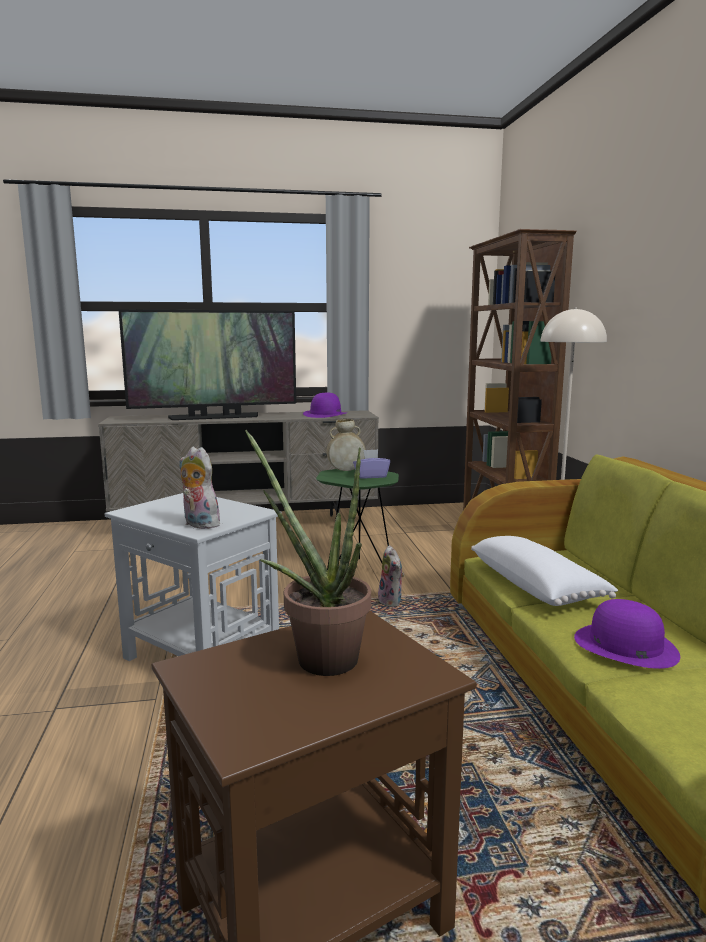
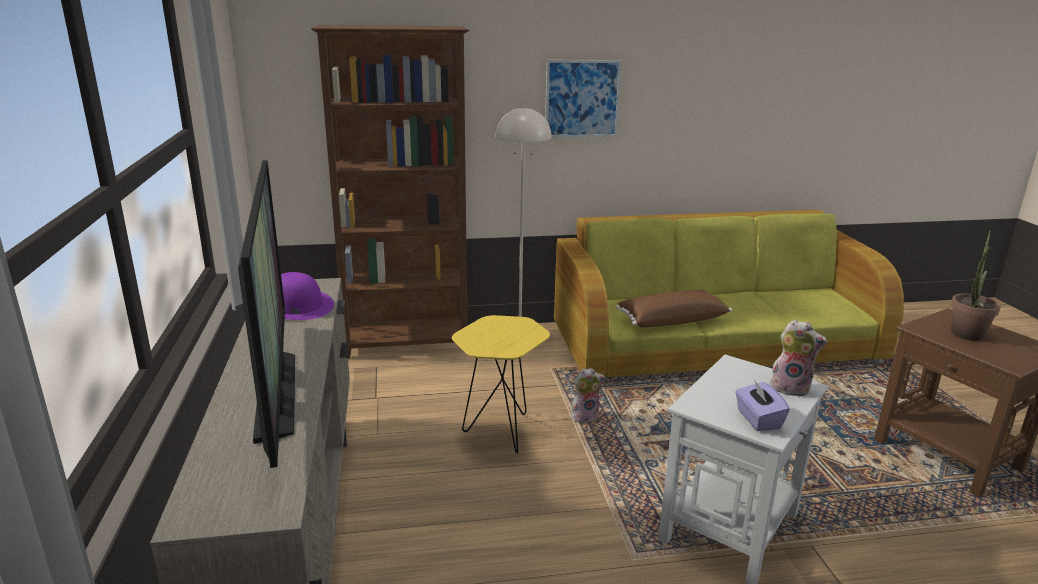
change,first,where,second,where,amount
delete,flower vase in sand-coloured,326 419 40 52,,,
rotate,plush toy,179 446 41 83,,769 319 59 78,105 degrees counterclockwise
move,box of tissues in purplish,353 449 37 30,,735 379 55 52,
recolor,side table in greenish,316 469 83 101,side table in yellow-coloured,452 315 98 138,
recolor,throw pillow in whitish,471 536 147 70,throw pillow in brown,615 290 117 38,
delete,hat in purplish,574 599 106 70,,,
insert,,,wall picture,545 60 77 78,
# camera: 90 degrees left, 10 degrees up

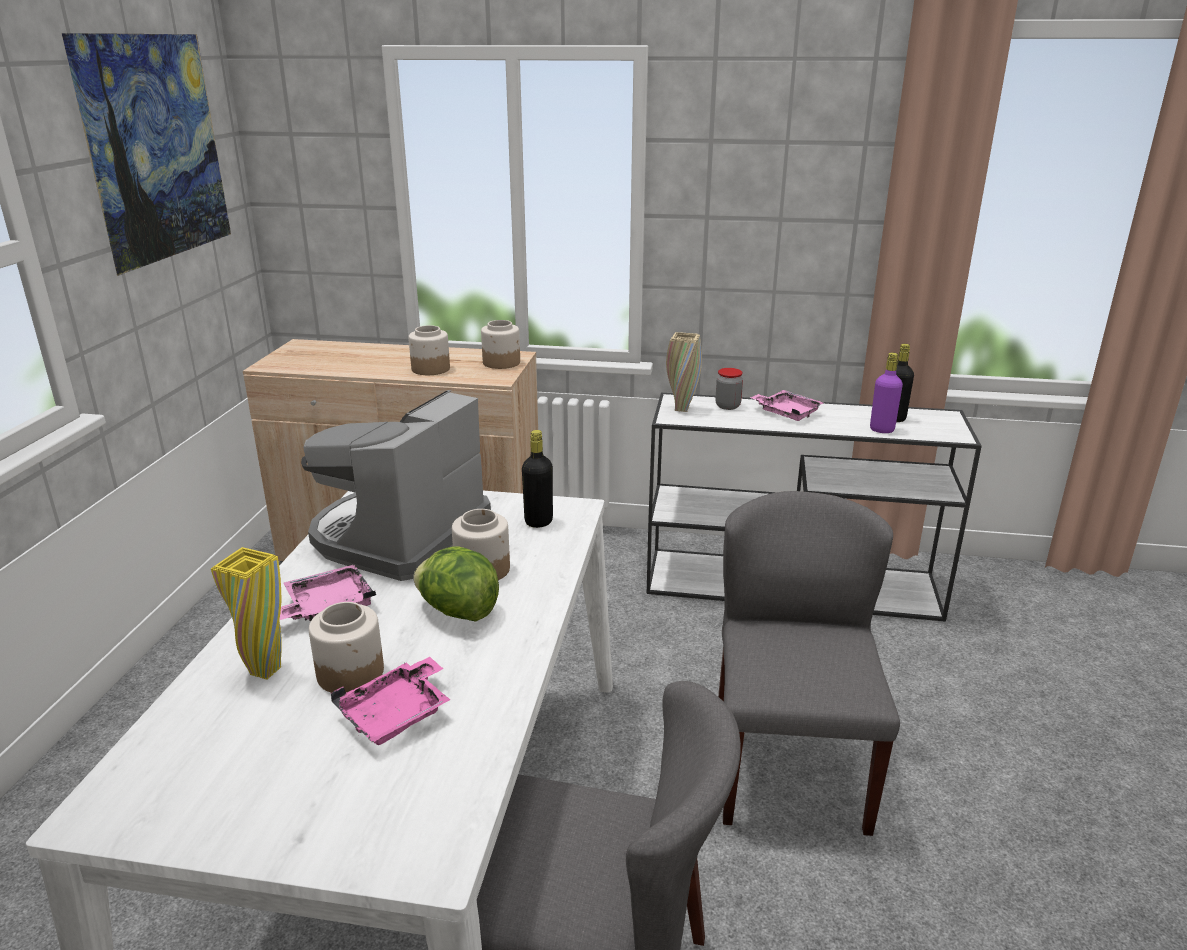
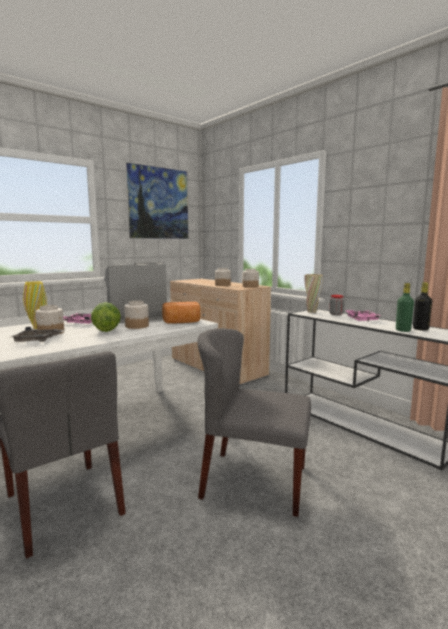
change,first,where,second,where,amount
recolor,beverage bottle in purplish,870 353 33 80,beverage bottle in greenish,396 283 18 49,
replace,beverage bottle in black,522 430 31 98,bakery bread,162 302 38 21,
rotate,plain chair in grey,718 491 182 345,,197 328 114 189,120 degrees counterclockwise
recolor,serving tray in pink,331 657 119 88,serving tray in grey,11 327 54 15,
# camera: 40 degrees right, 15 degrees down

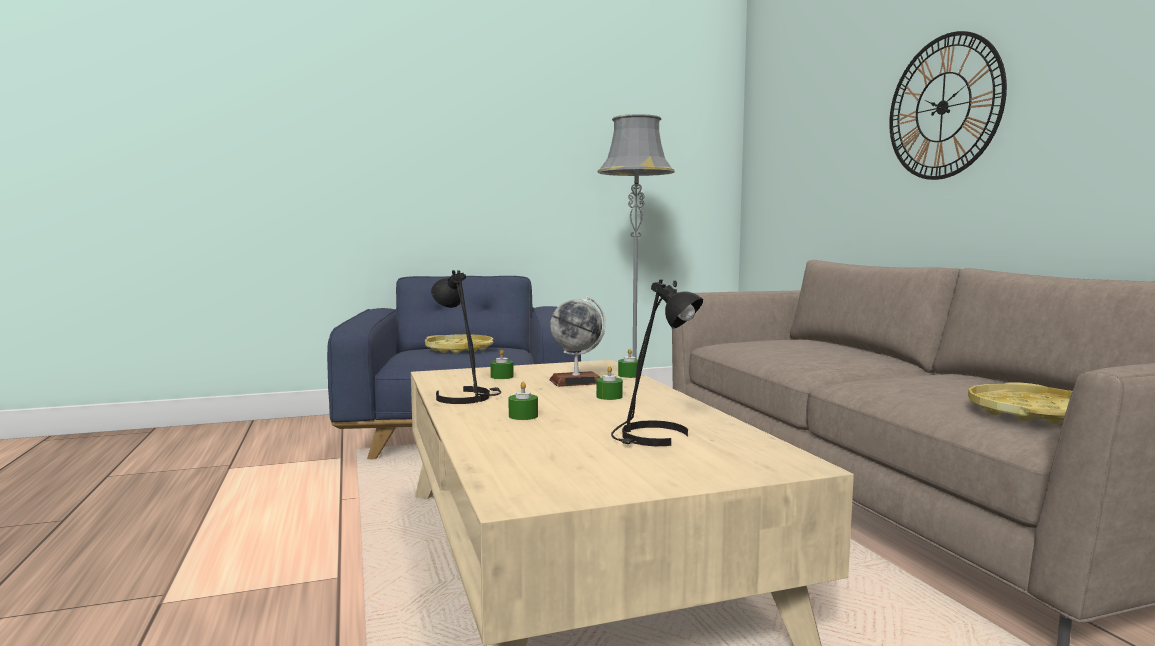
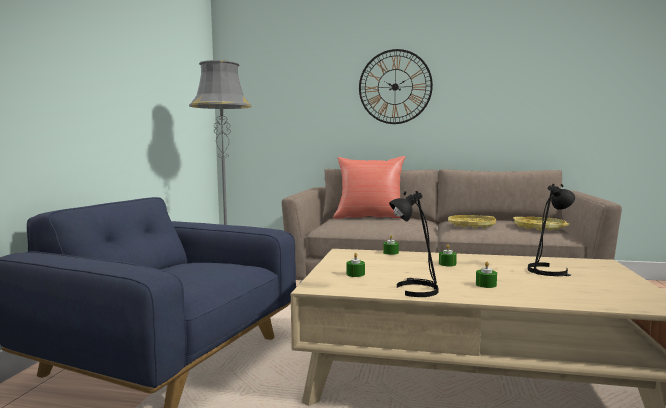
change,first,where,second,where,amount
delete,globe,550 296 56 91,,,
move,serving tray in yellow-coloured,425 334 68 20,,448 215 48 13,
insert,,,throw pillow in red,333 156 73 63,
# camera: 60 degrees left, 0 degrees up

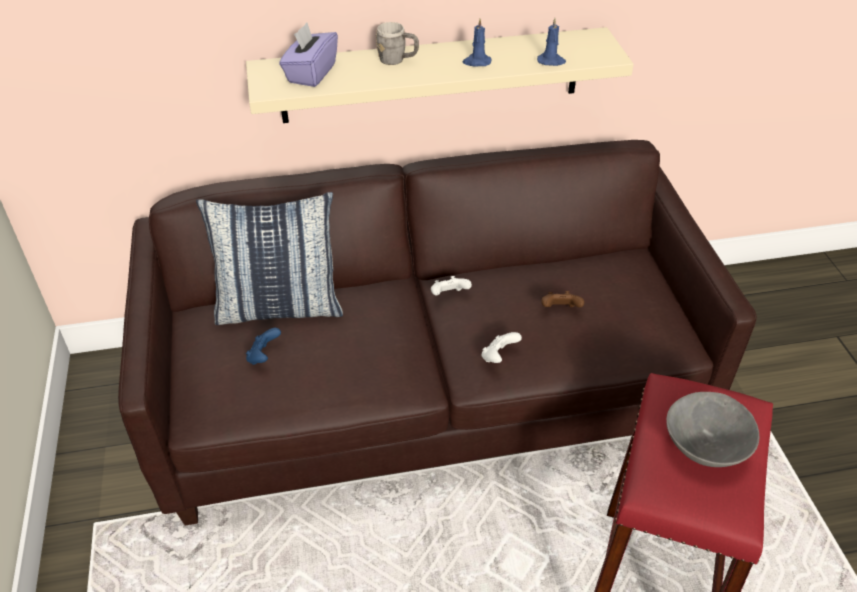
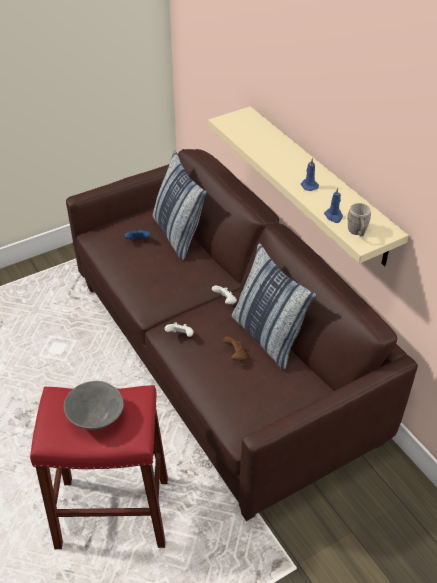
change,first,where,second,where,amount
move,mug in grey,376 22 43 43,,347 203 24 33,
delete,box of tissues in purplish,279 23 59 64,,,
insert,,,throw pillow,231 243 86 127,
# camera: 70 degrees right, 0 degrees up

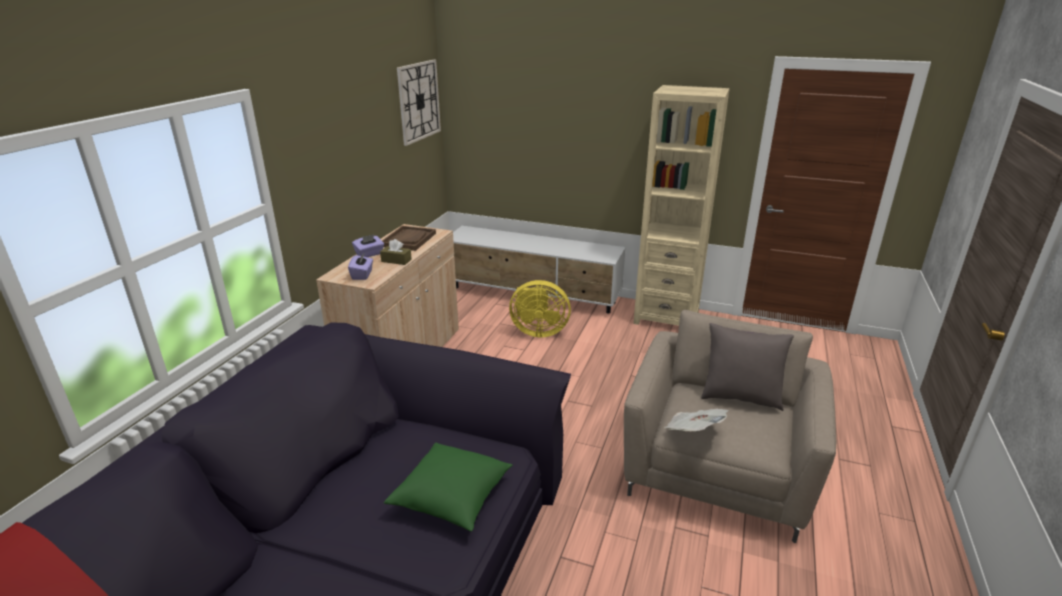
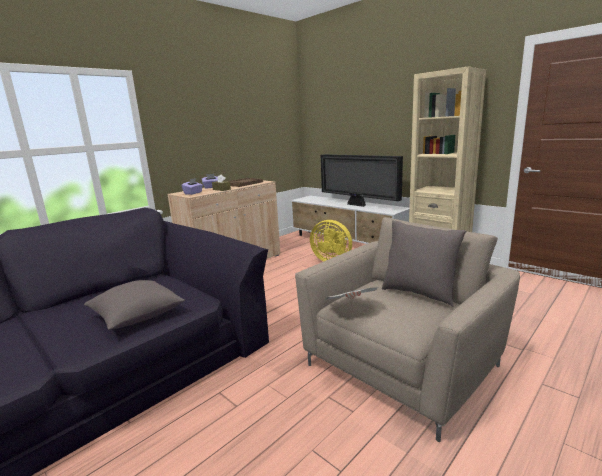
change,first,where,second,where,amount
delete,wall clock,397 60 44 86,,,
recolor,throw pillow in greenish,384 442 129 90,throw pillow in grey,84 280 101 50,
insert,,,TV set,321 154 82 53,
# camera: 25 degrees right, 10 degrees down

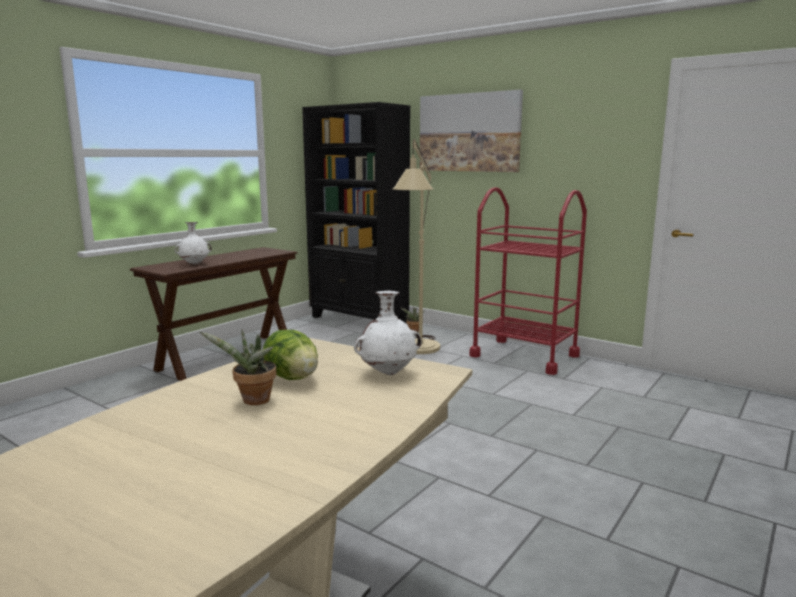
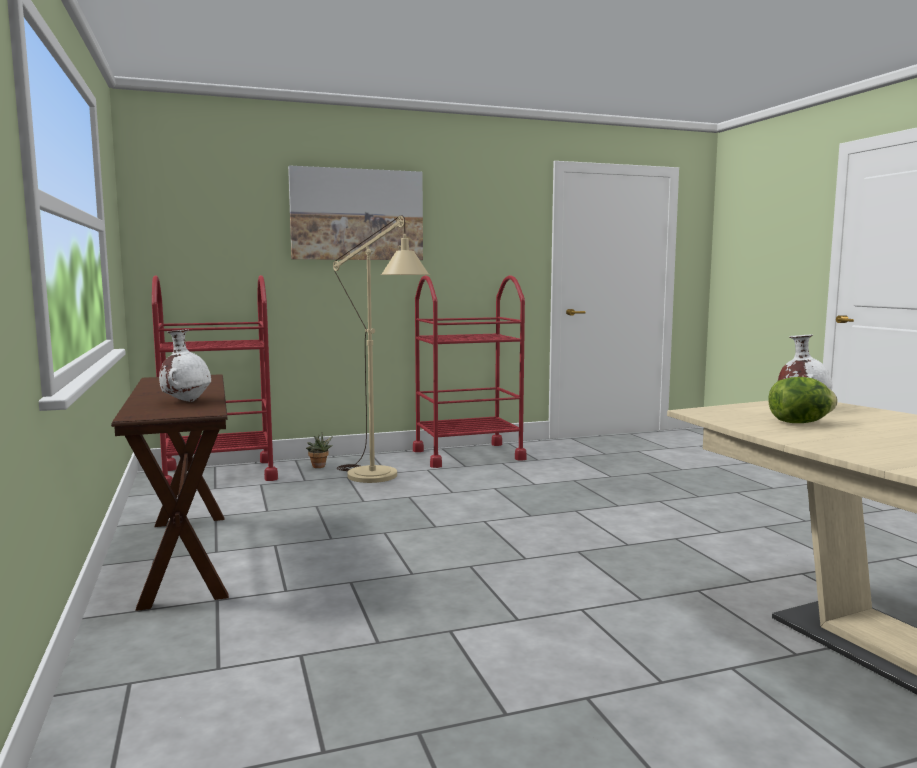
change,first,where,second,where,amount
replace,shelving unit in black,302 102 108 221,wheeled cart in red,152 275 126 210,
delete,potted plant,200 330 76 75,,,
# camera: 55 degrees left, 5 degrees down

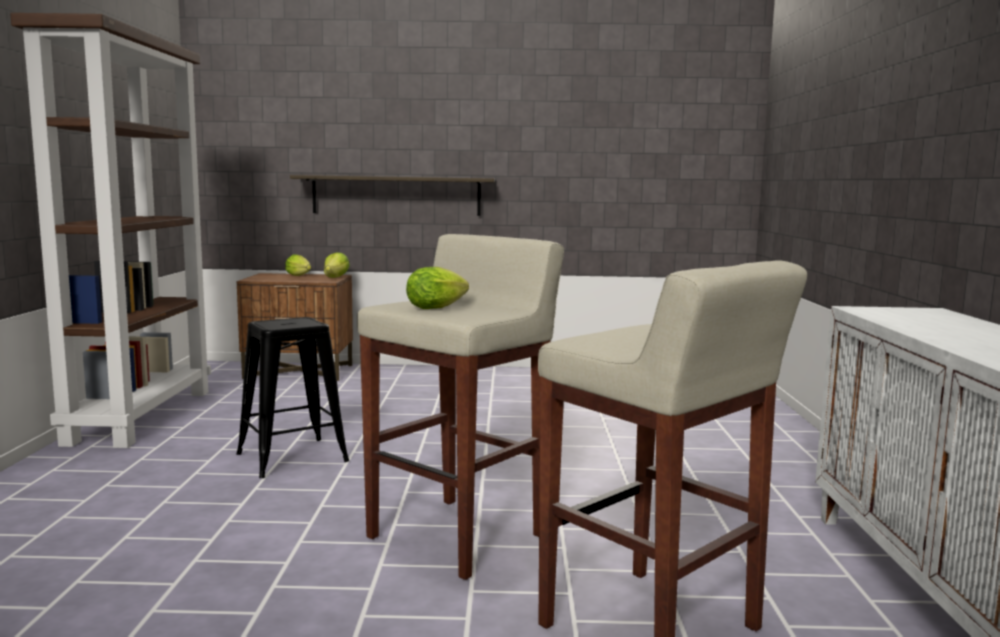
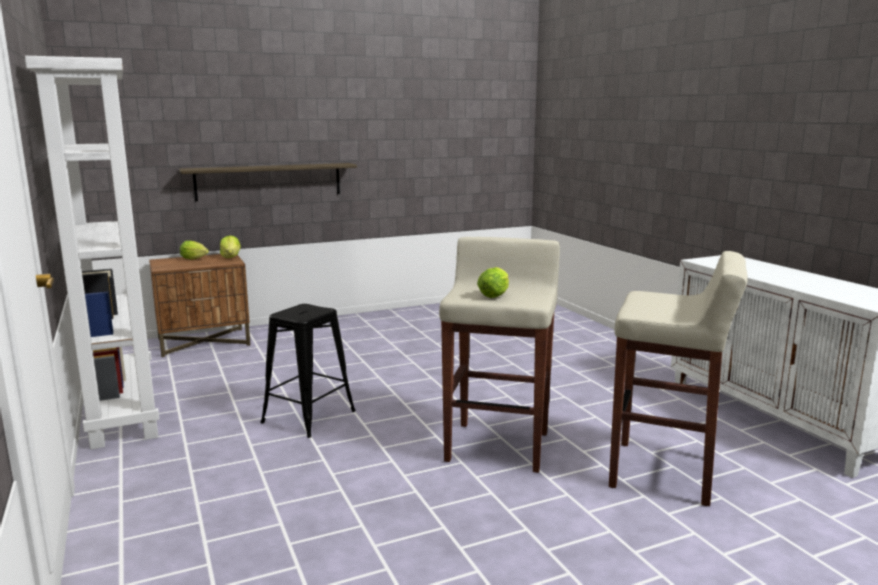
change,first,where,second,where,amount
recolor,shelving unit in brown,10 13 201 435,shelving unit in whitish,24 56 135 393,
# camera: 25 degrees left, 5 degrees up

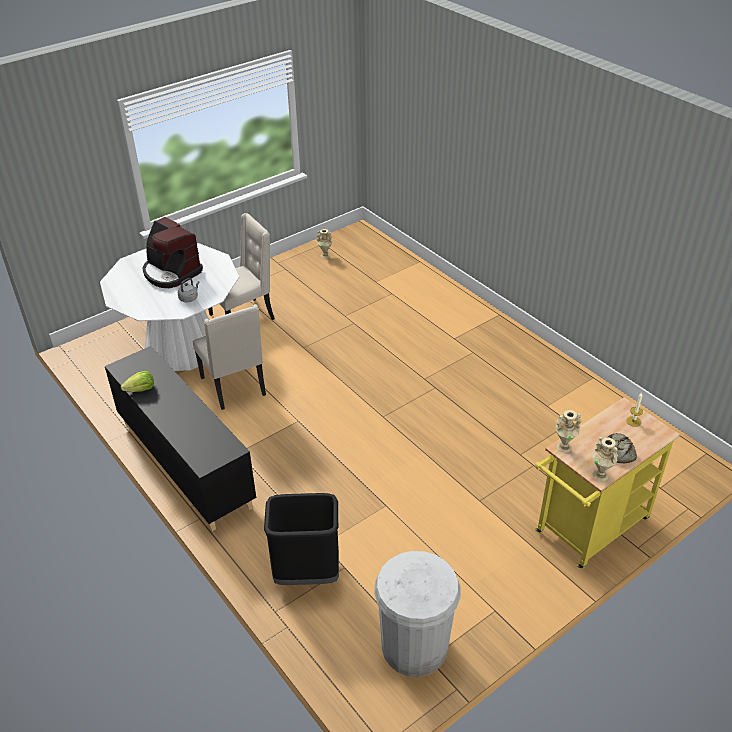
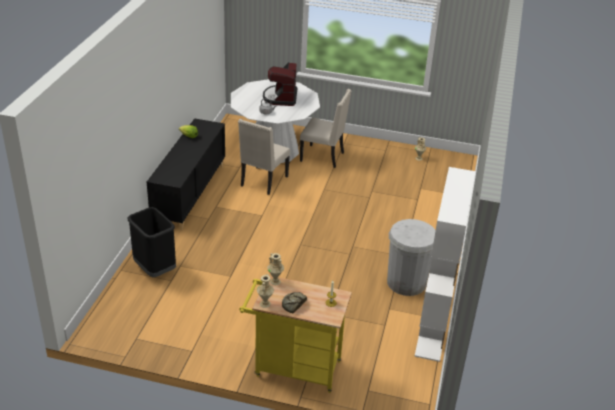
change,first,where,second,where,amount
move,rubbish bin in whitish,374 551 87 126,,387 219 49 77,
insert,,,shelving unit in whitish,414 167 61 195,
# camera: 50 degrees right, 5 degrees down

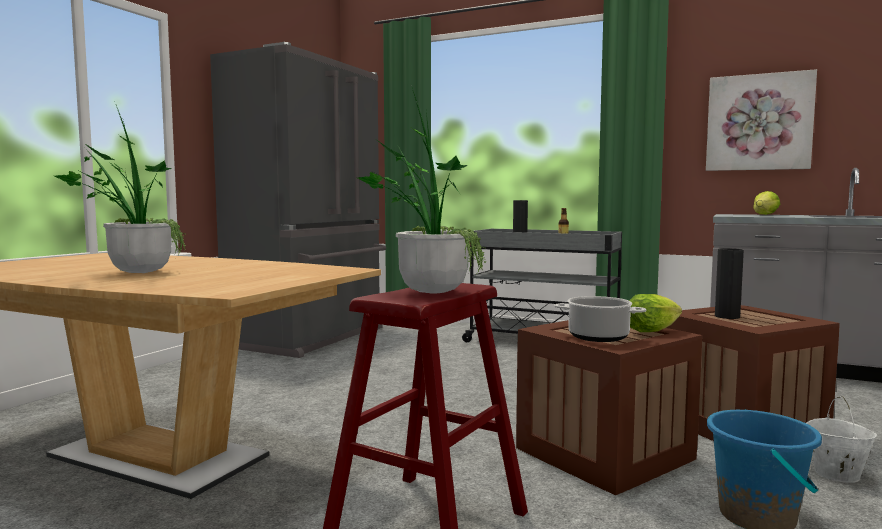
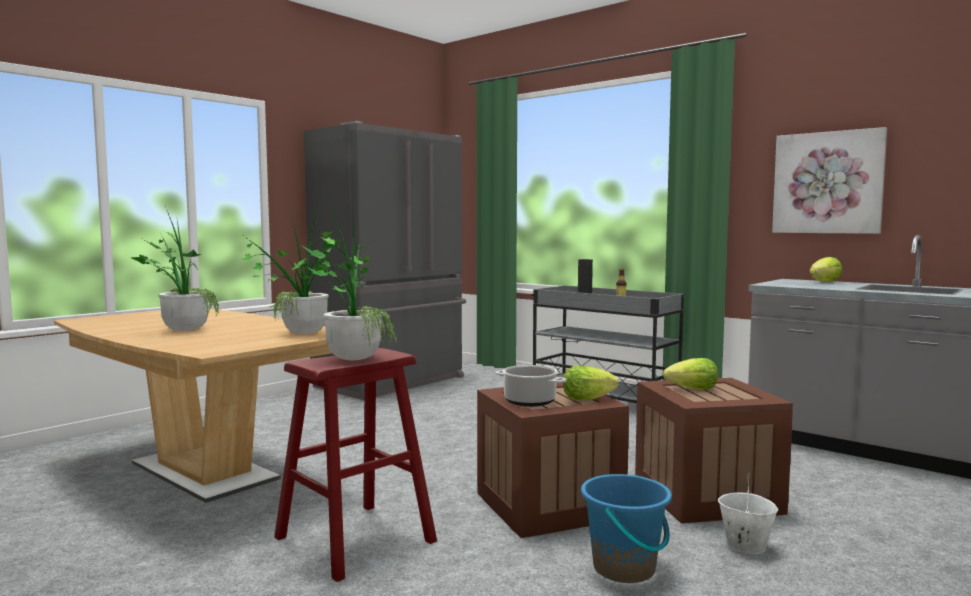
change,first,where,second,where,amount
replace,flower vase in black,715 248 29 71,lettuce head,663 358 55 32,
insert,,,potted plant,241 208 99 126,
# camera: 15 degrees right, 0 degrees up

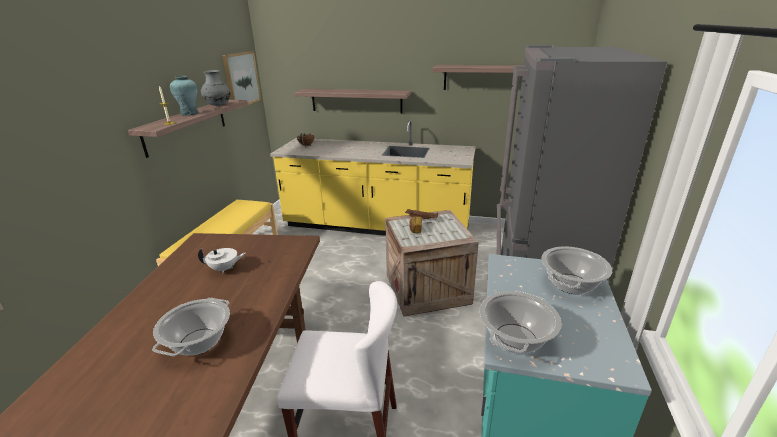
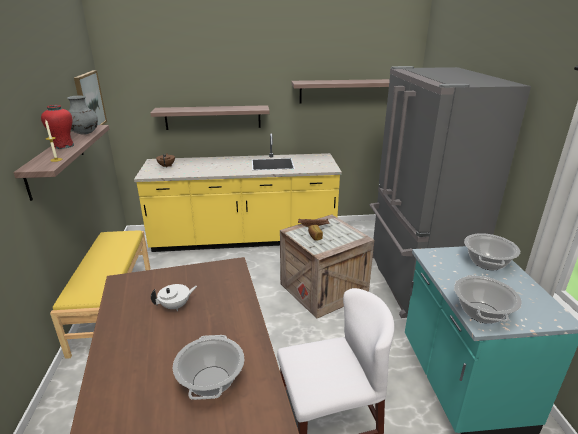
change,first,where,second,where,amount
recolor,flower vase in turquoise-coloured,170 76 29 40,flower vase in red,41 105 33 44,
# camera: 20 degrees left, 0 degrees up

